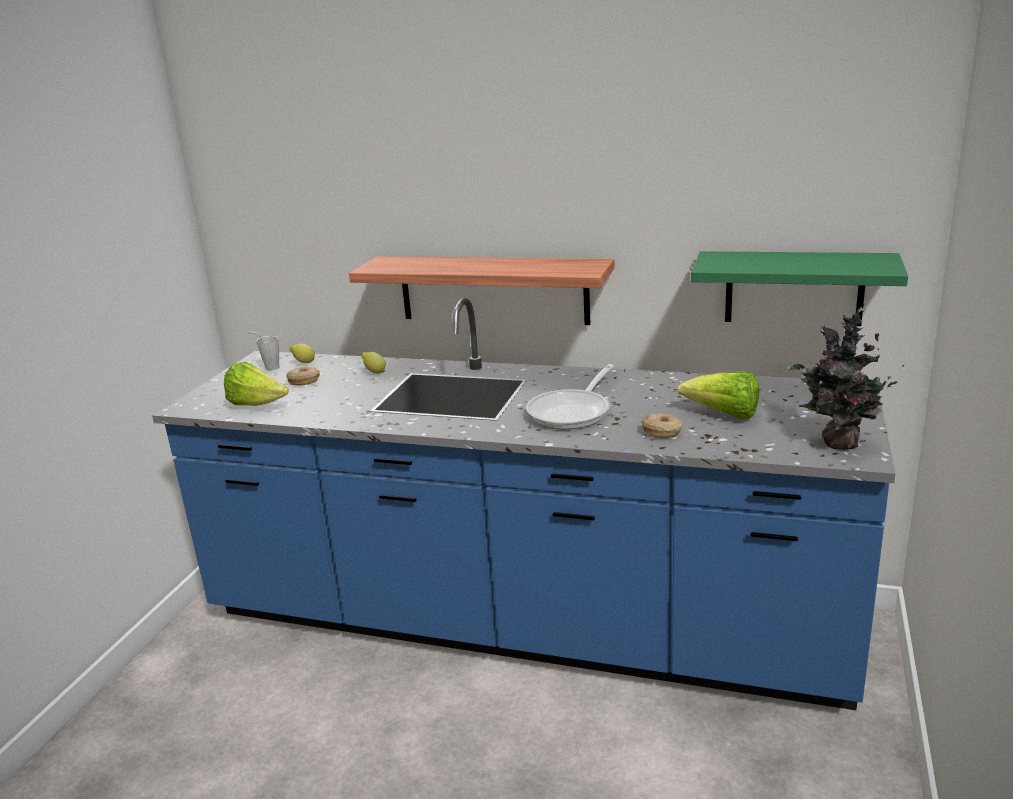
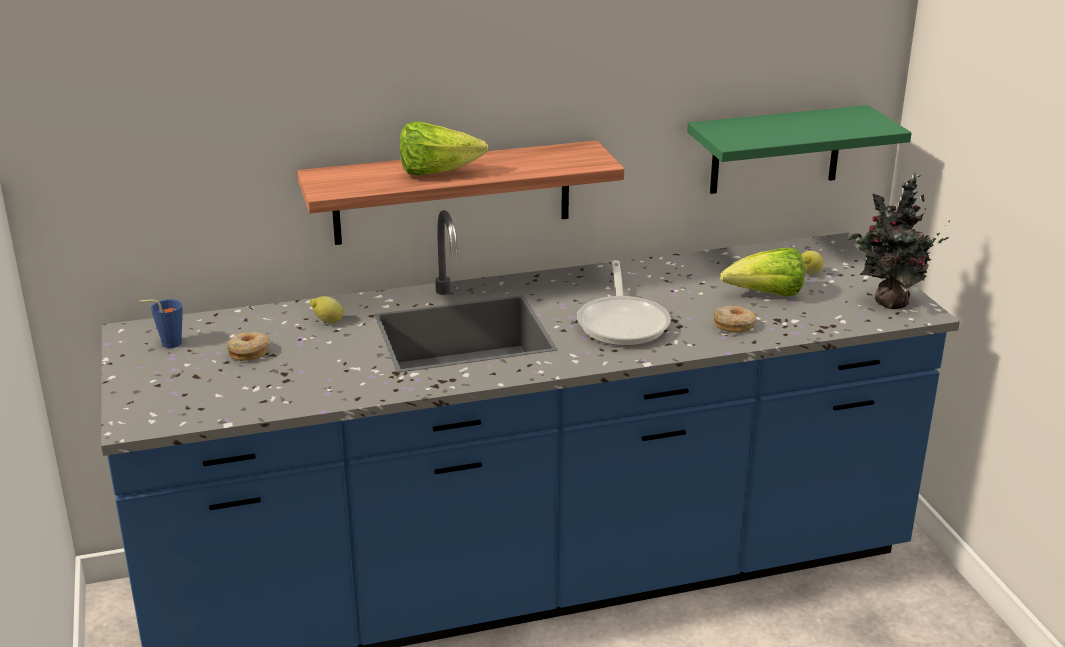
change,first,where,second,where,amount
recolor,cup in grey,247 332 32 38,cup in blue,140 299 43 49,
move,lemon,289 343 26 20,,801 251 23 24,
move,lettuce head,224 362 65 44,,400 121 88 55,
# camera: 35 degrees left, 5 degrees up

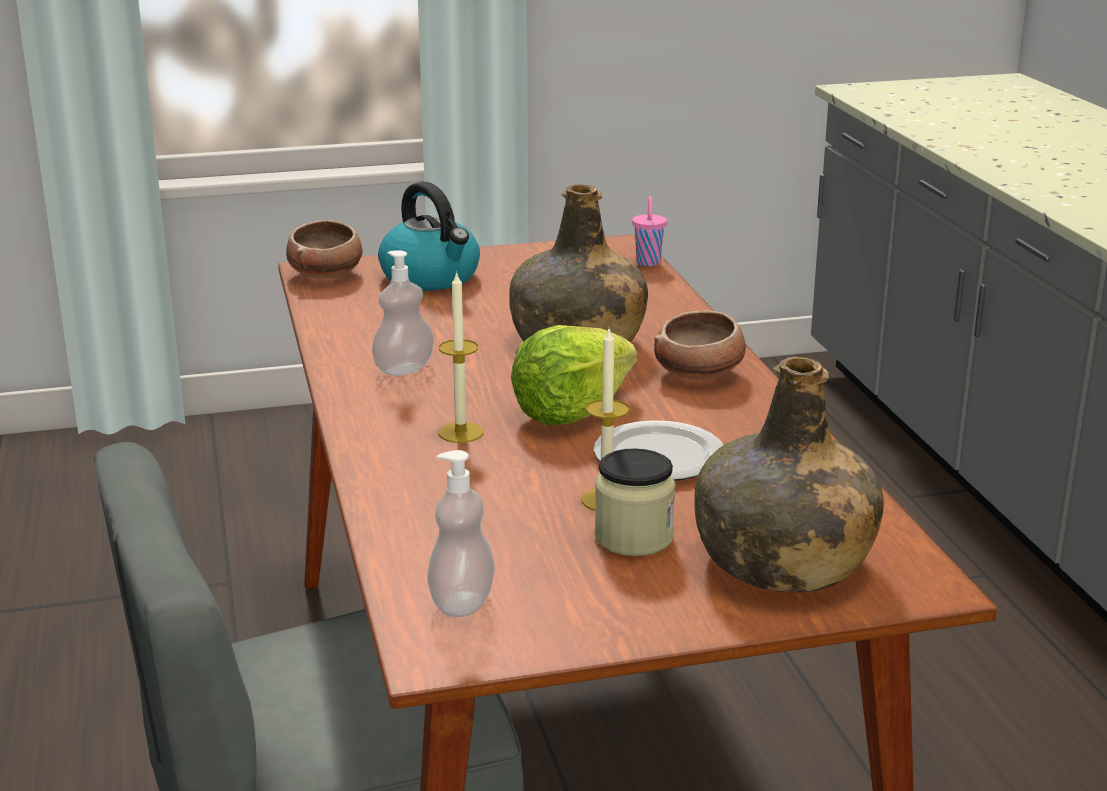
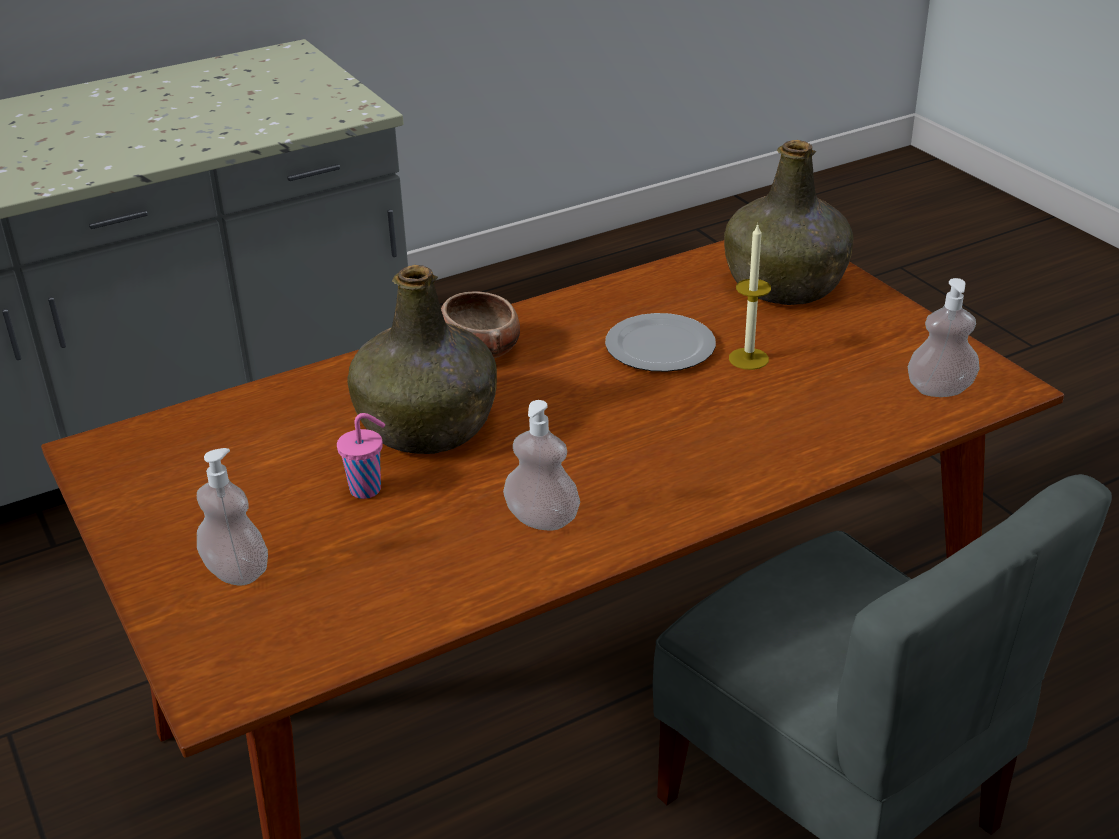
change,first,where,second,where,amount
replace,kettle,378 182 102 108,soap dispenser,197 448 71 137,
move,cup in pink,632 196 35 70,,337 413 48 86,
delete,deep dish,286 220 77 59,,,
delete,candle,438 271 46 172,,,
delete,lettuce head,511 325 126 100,,,
delete,jar,595 448 80 108,,,
# camera: 105 degrees left, 10 degrees up

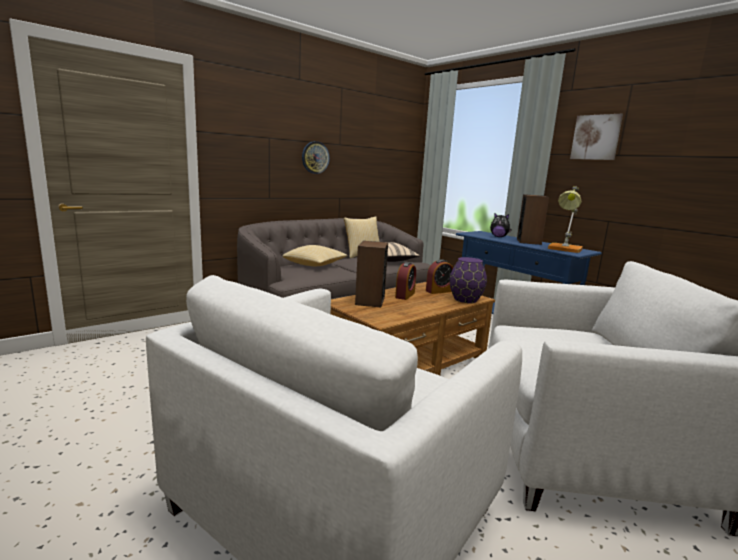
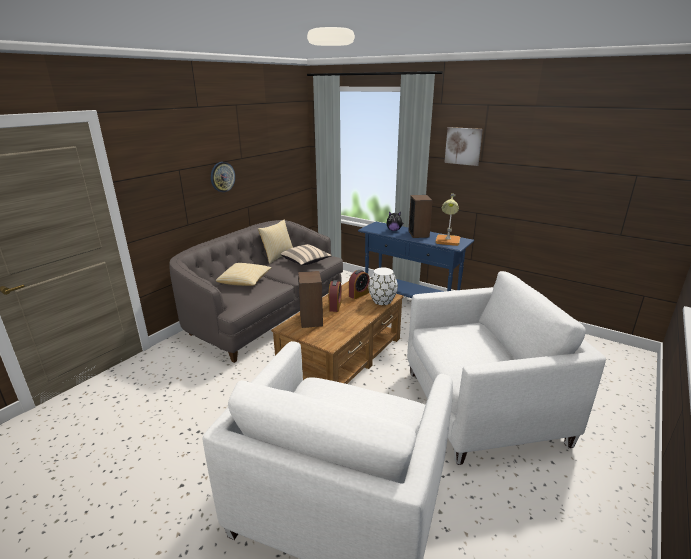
change,first,where,second,where,amount
recolor,flower vase in purplish,449 257 38 46,flower vase in whitish,368 268 30 37,
# camera: 15 degrees left, 10 degrees up

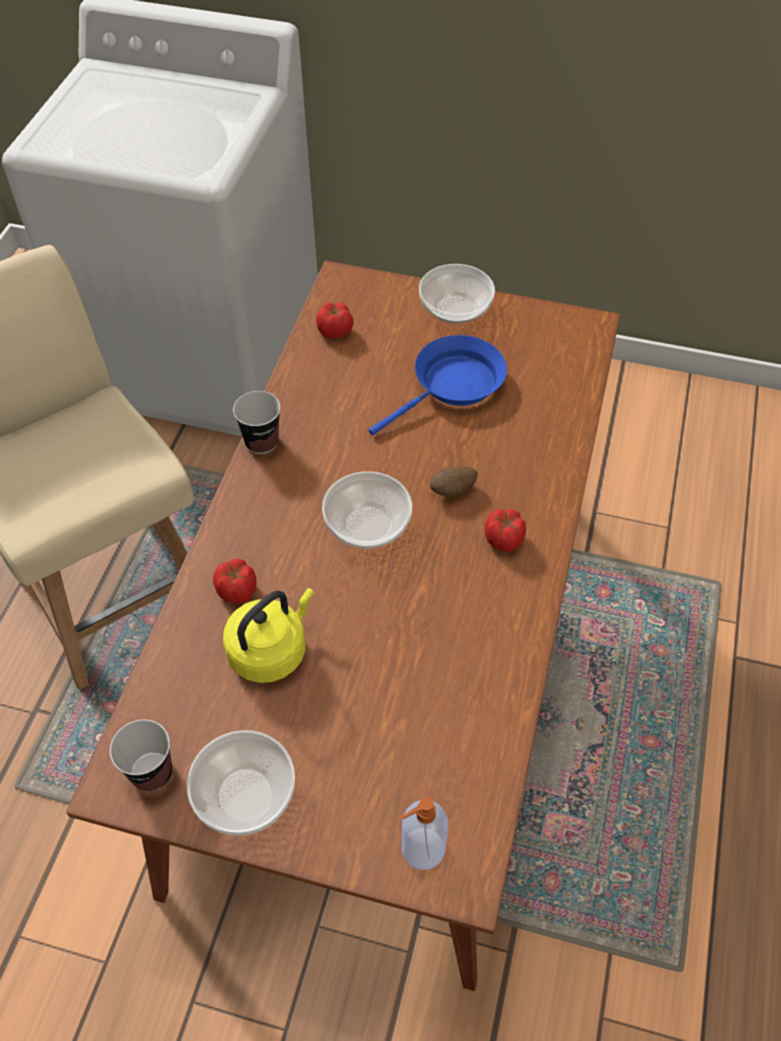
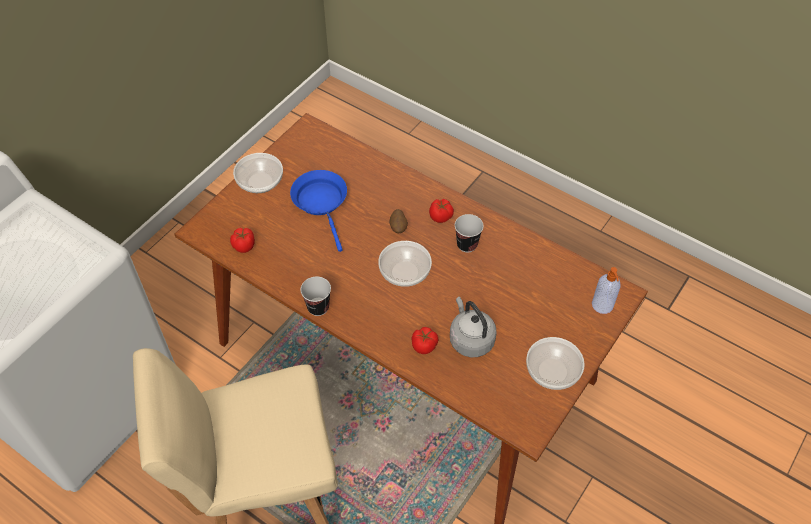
change,first,where,second,where,amount
recolor,kettle in yellow-coloured,223 588 91 95,kettle in grey,450 296 47 61,
move,cup,110 720 62 71,,455 214 29 38,
# camera: 70 degrees left, 0 degrees up

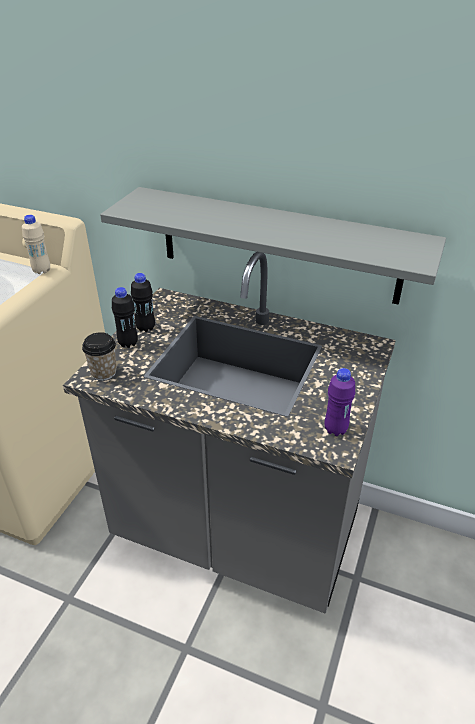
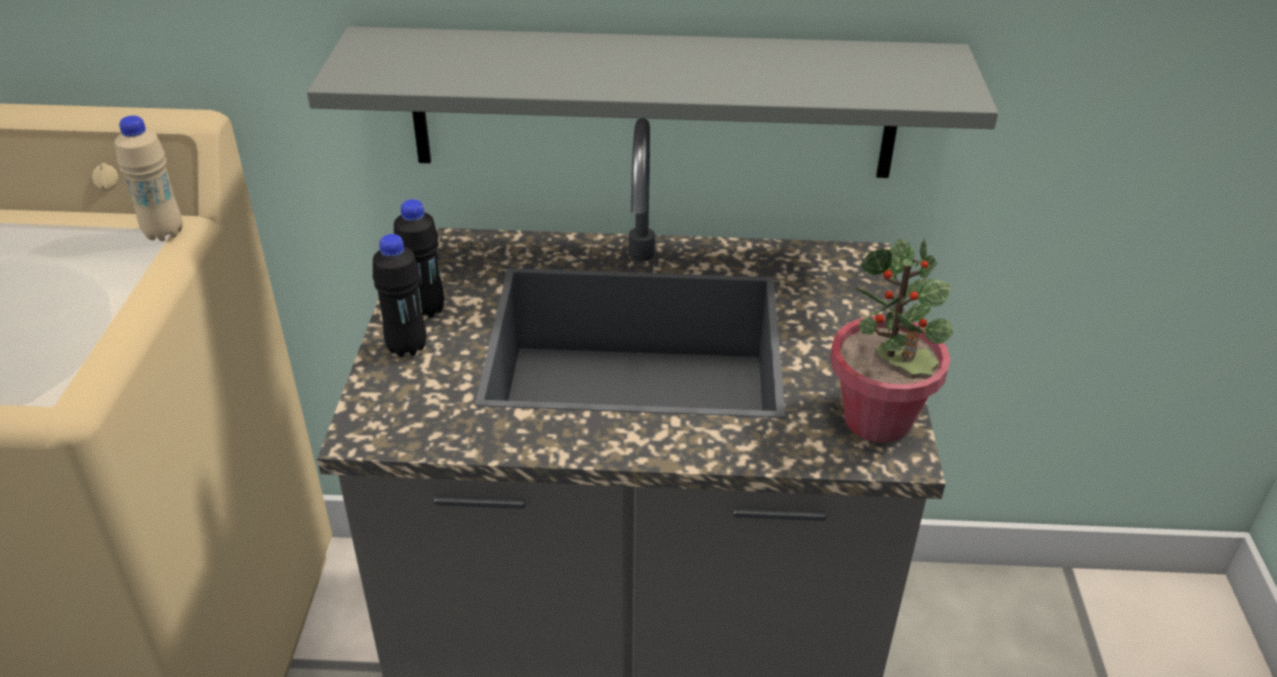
change,first,where,second,where,amount
delete,cup,82 332 35 49,,,
replace,beverage bottle in purplish,324 368 31 68,potted plant,830 238 123 205,
# camera: 20 degrees left, 0 degrees up

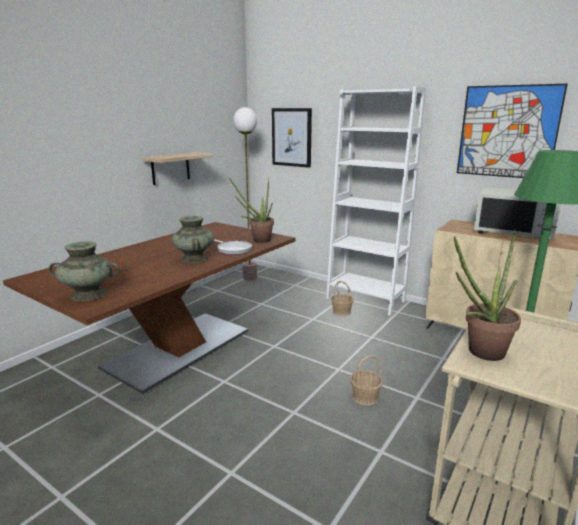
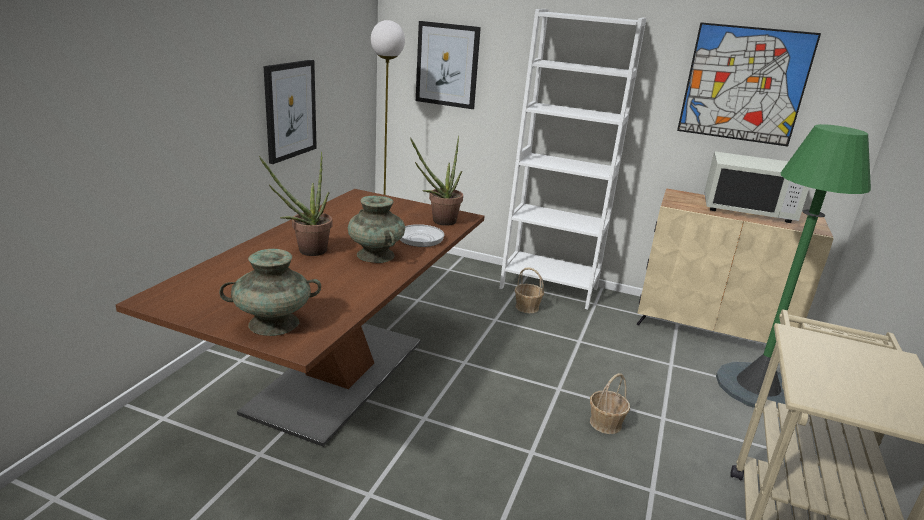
change,first,where,second,where,amount
replace,wall shelf,142 152 72 33,wall picture,264 60 53 104,
move,potted plant,454 230 67 131,,259 152 73 104,
# camera: 15 degrees left, 5 degrees up

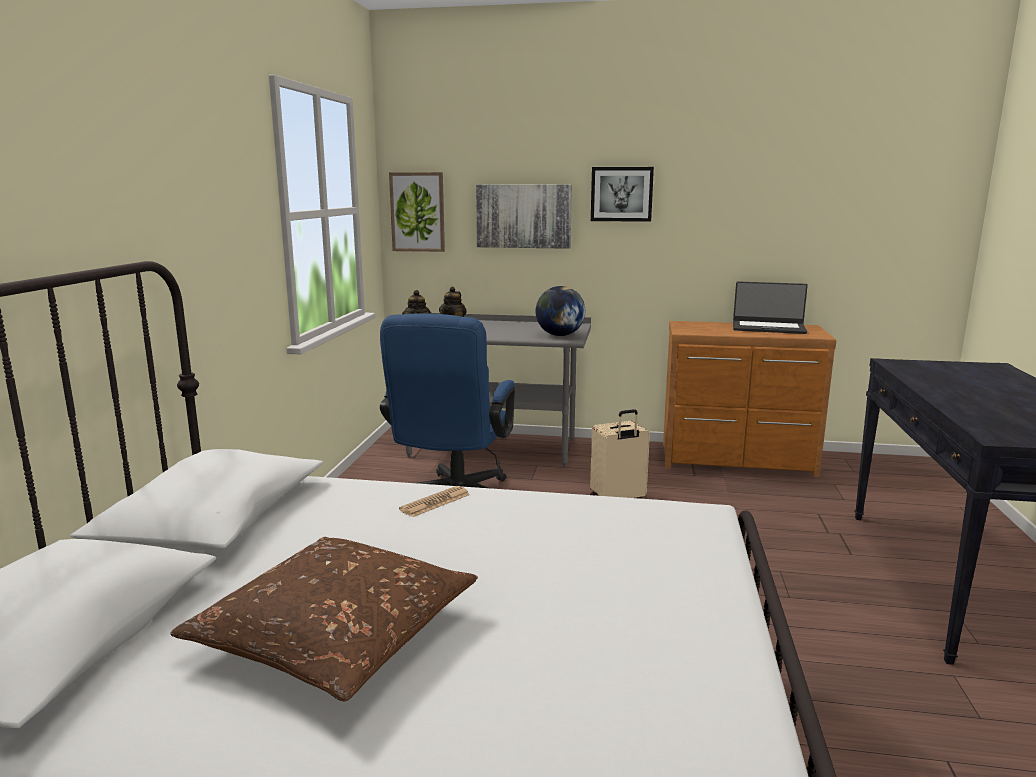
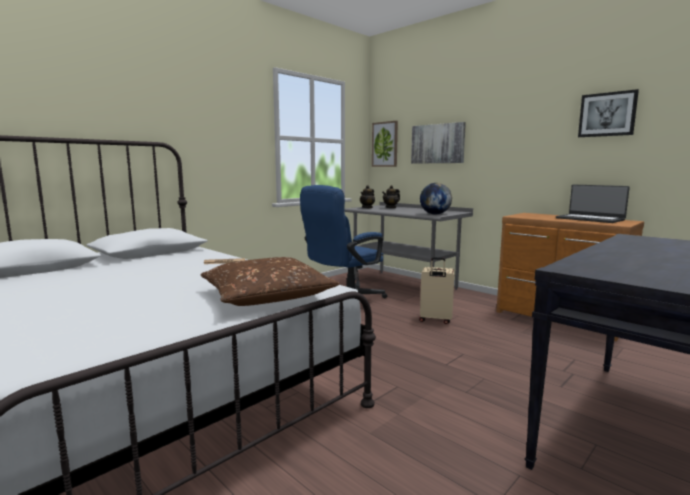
change,first,where,second,where,amount
move,wall picture,591 167 63 55,,578 89 61 48,
move,throw pillow in brown,170 537 308 164,,200 257 140 49,
# camera: 35 degrees right, 5 degrees down

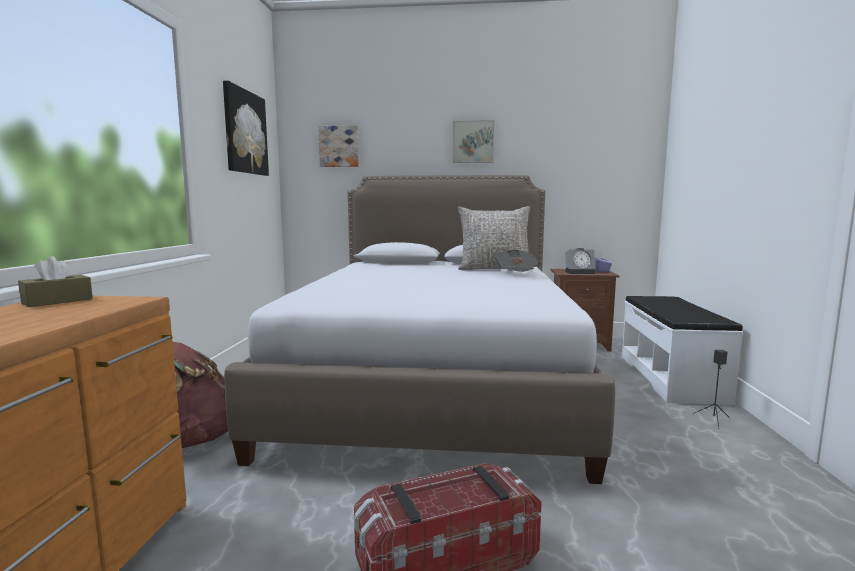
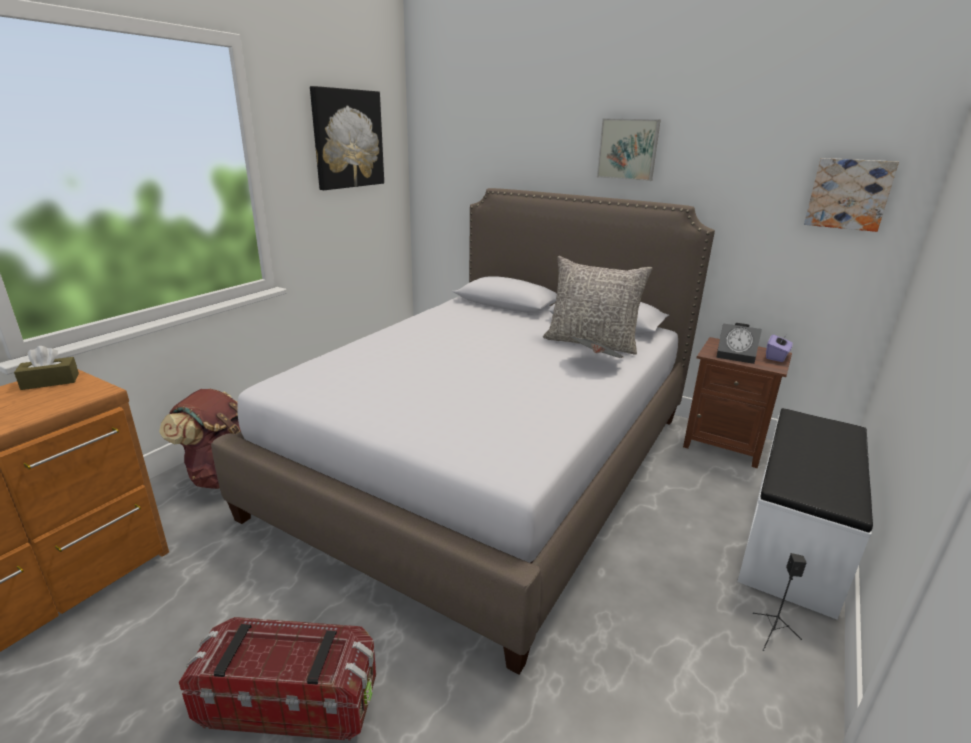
change,first,where,second,where,amount
move,wall picture,318 125 41 42,,804 158 95 74,
# camera: 25 degrees right, 15 degrees up

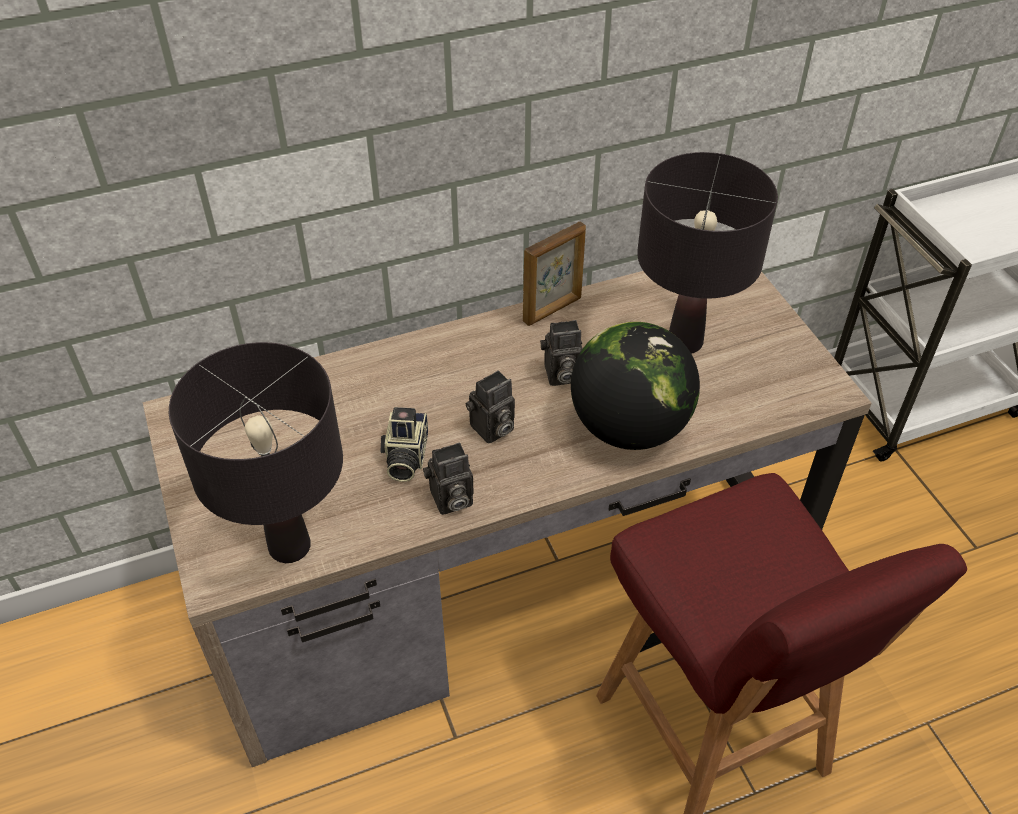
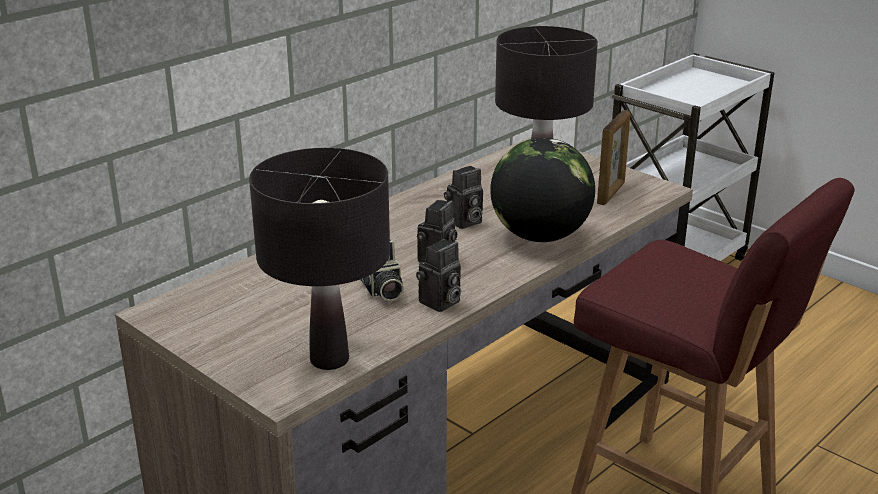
change,first,where,second,where,amount
move,photo frame,523 221 63 105,,597 110 33 95,
# camera: 25 degrees left, 20 degrees down

